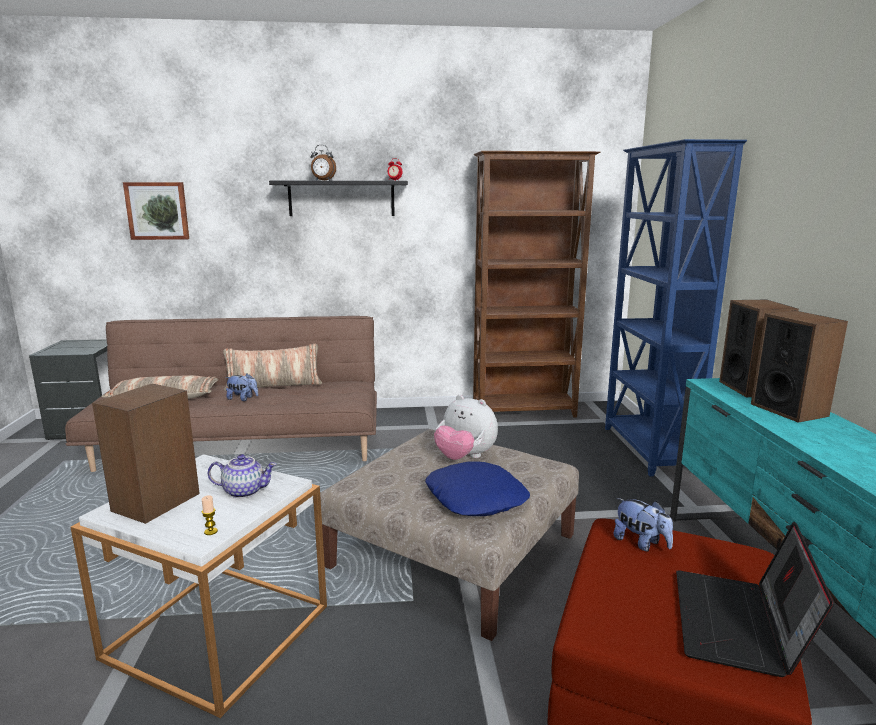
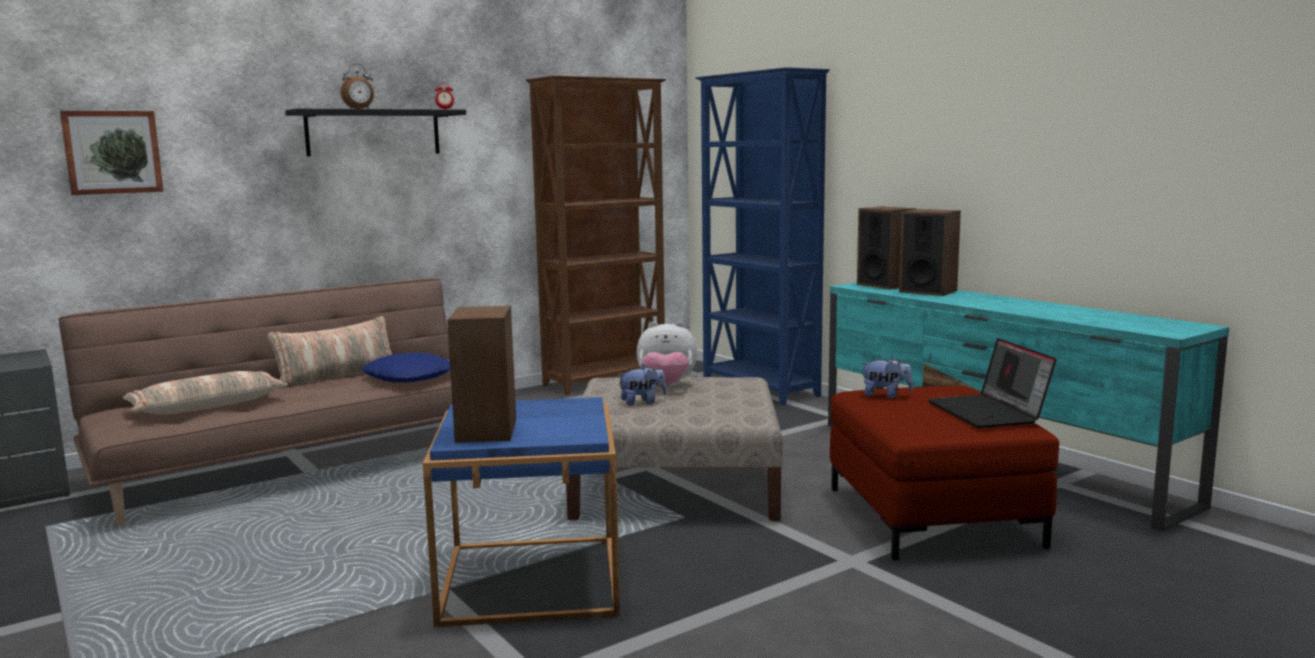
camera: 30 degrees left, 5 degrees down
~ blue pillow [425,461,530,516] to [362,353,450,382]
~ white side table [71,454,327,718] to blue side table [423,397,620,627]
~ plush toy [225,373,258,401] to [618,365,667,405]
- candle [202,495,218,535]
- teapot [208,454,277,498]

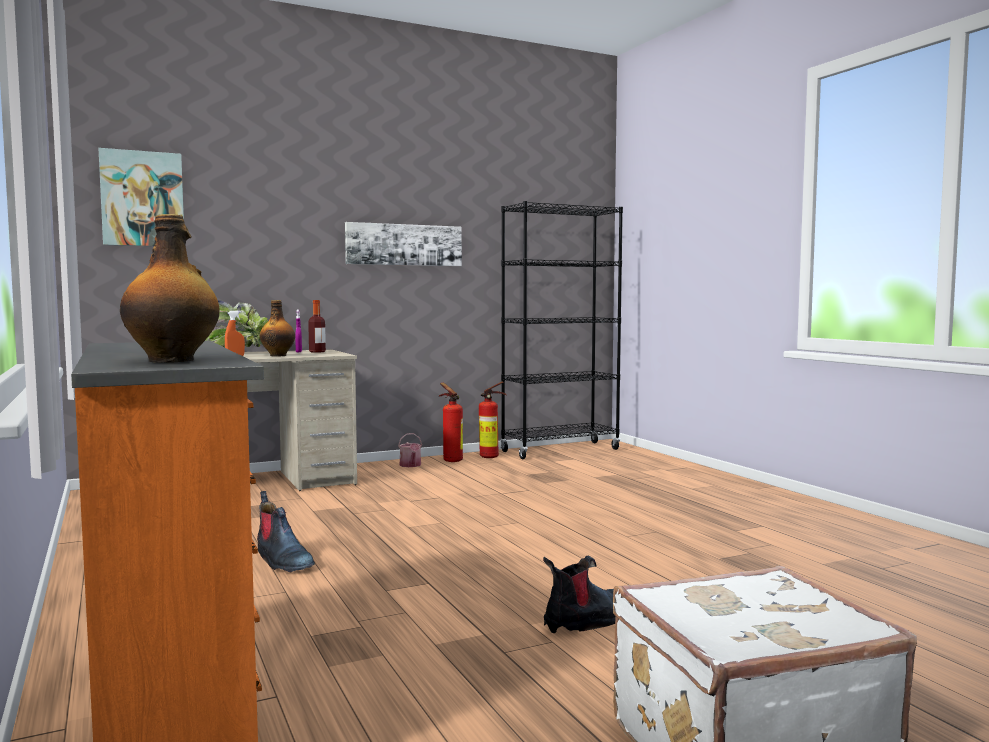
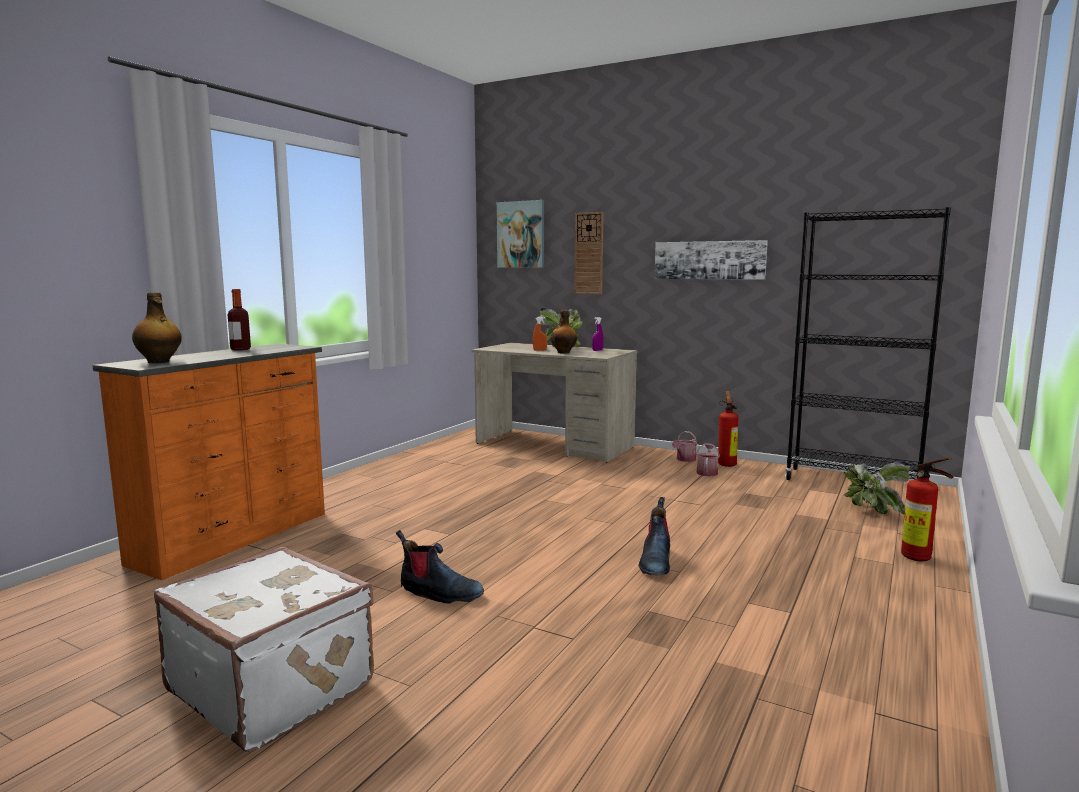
camera: 55 degrees right, 5 degrees up
~ bottle [308,300,326,353] to [228,289,251,350]
+ wall clock [574,212,604,294]
~ boot [257,491,315,572] to [638,497,670,575]
+ watering can [696,443,720,476]
+ potted plant [844,461,910,514]
~ fire extinguisher [479,381,506,458] to [901,457,954,561]

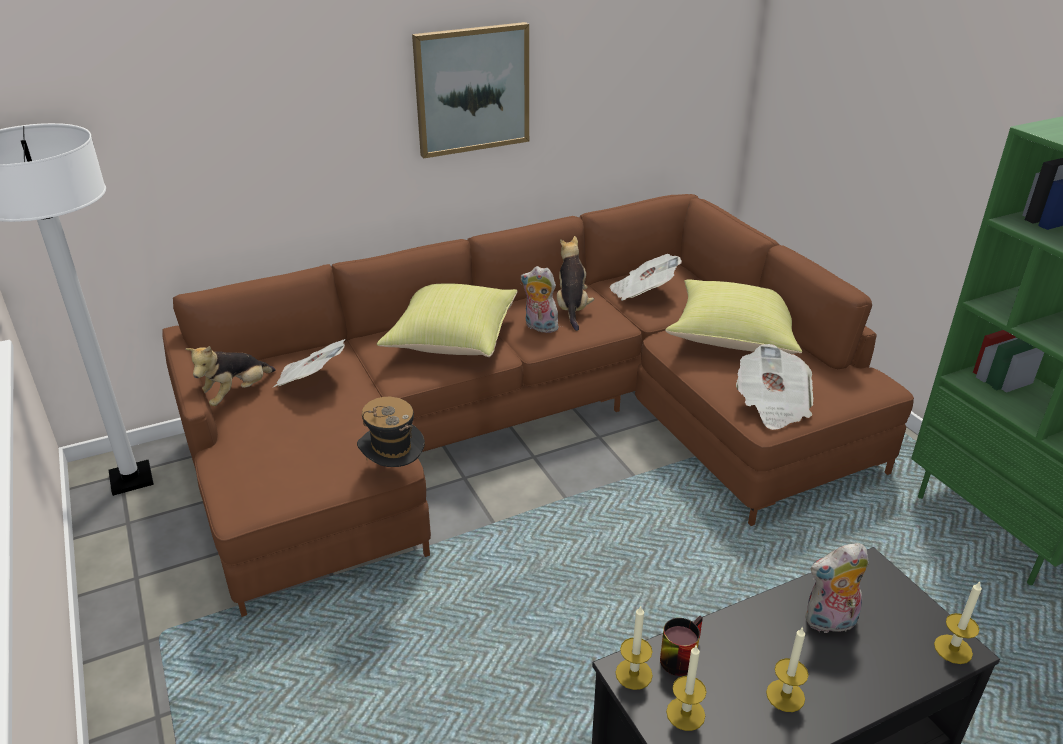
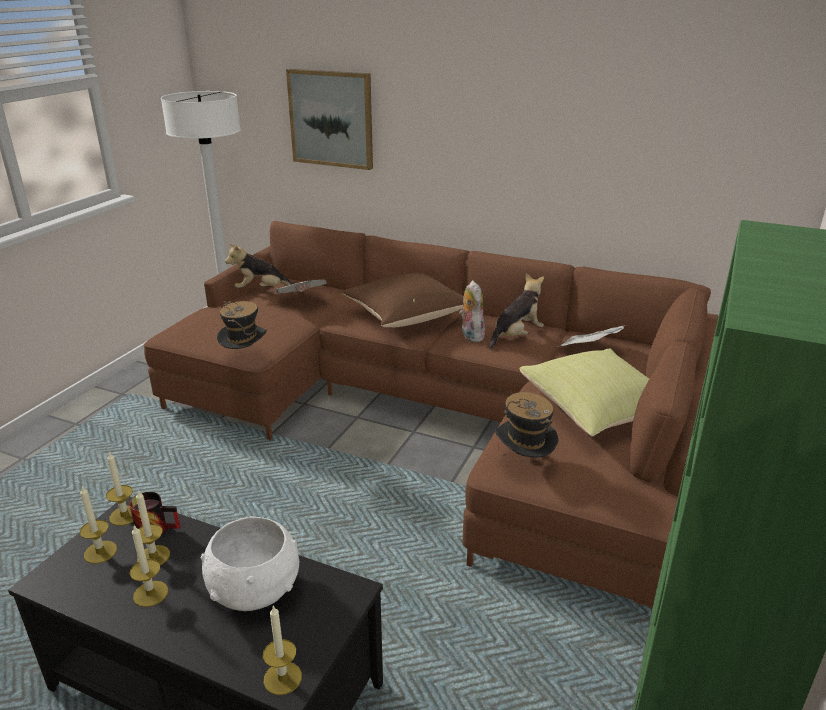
camera: 50 degrees right, 5 degrees down
+ candle [136,490,170,565]
~ plush toy [805,543,869,633] to white bowl [201,516,299,611]
~ picture [412,22,529,158] to [286,69,373,170]
~ yellow pillow [377,283,518,357] to brown pillow [341,273,464,327]
~ newspaper [736,344,813,430] to hat [495,392,558,458]

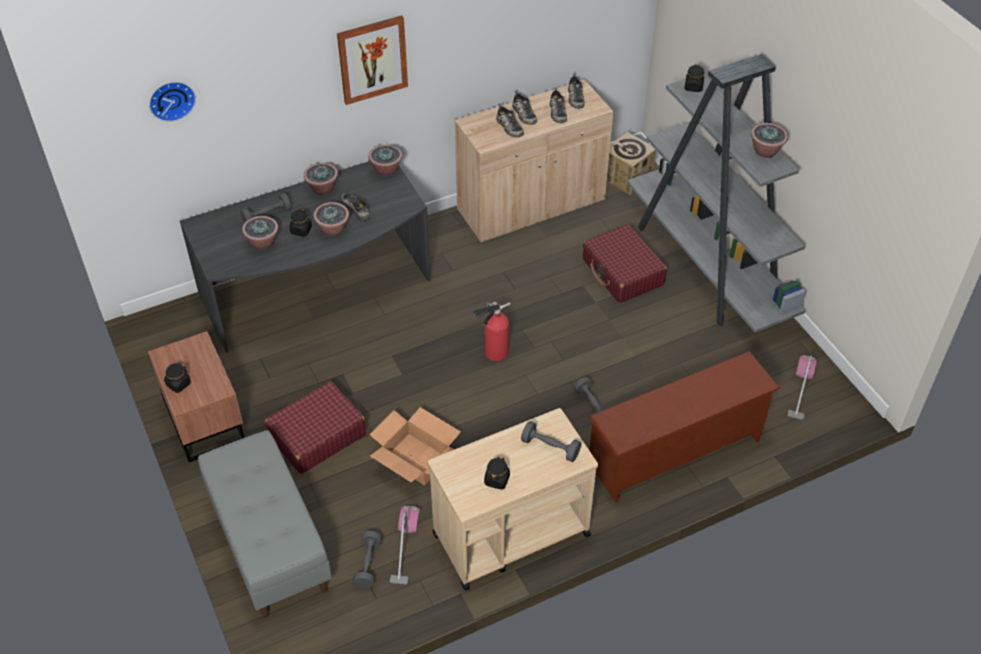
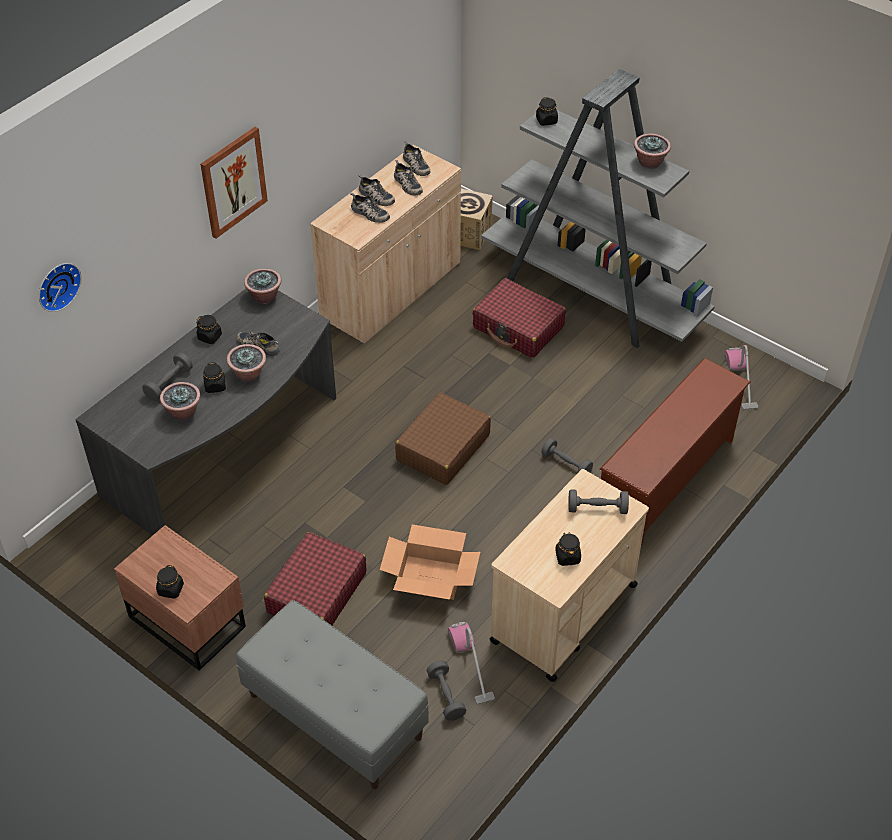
camera: 25 degrees left, 0 degrees up
~ potted plant [304,163,338,196] to black jar [196,315,222,344]
~ fire extinguisher [473,302,510,361] to brown suitcase [395,393,491,485]

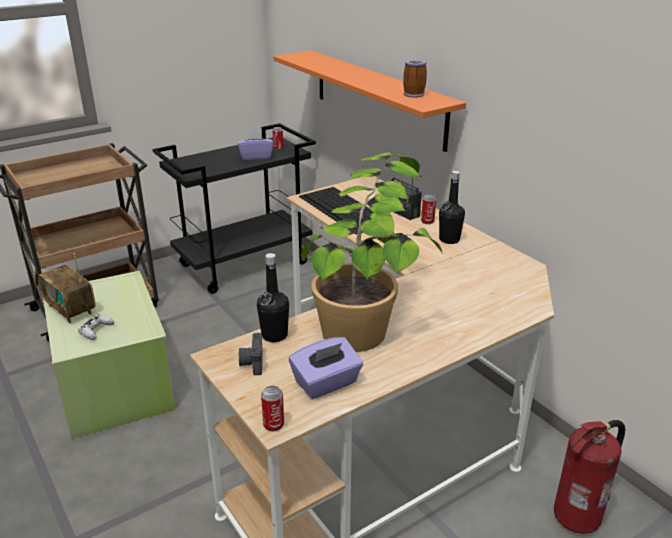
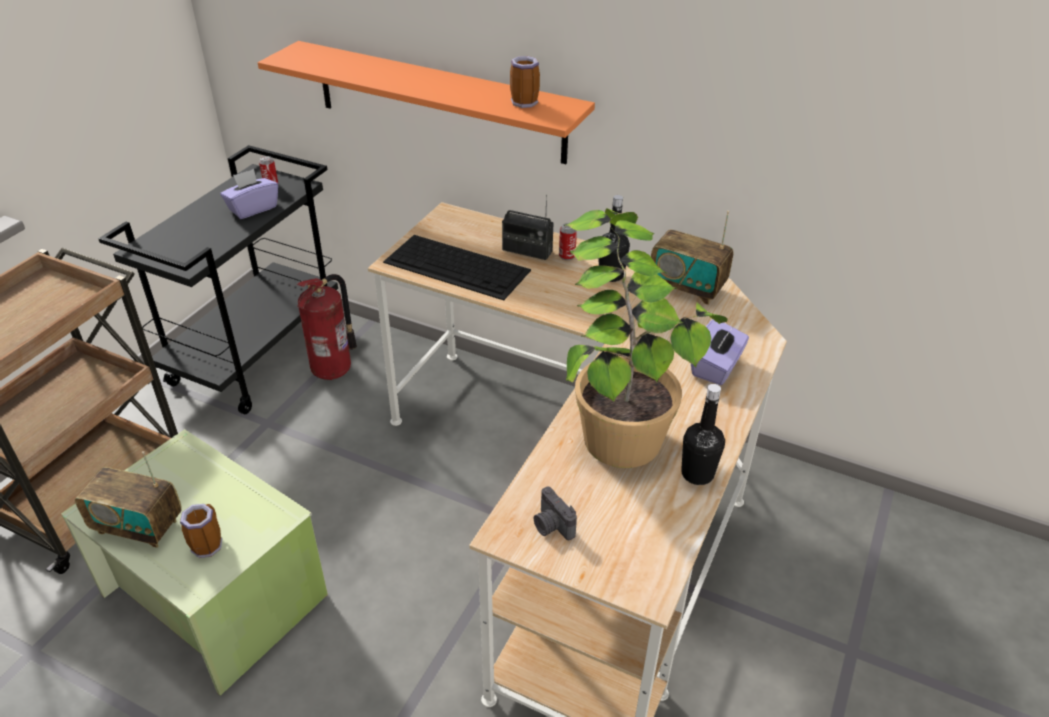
camera: 30 degrees left, 10 degrees up
~ white game controller [78,314,114,340] to mug [180,504,222,558]
~ fire extinguisher [554,420,625,534] to [297,274,357,380]
+ radio [651,211,733,305]
~ black bottle [257,253,289,342] to [681,384,725,485]
~ purple tissue box [289,337,363,399] to [691,319,749,385]
- can [261,386,284,432]

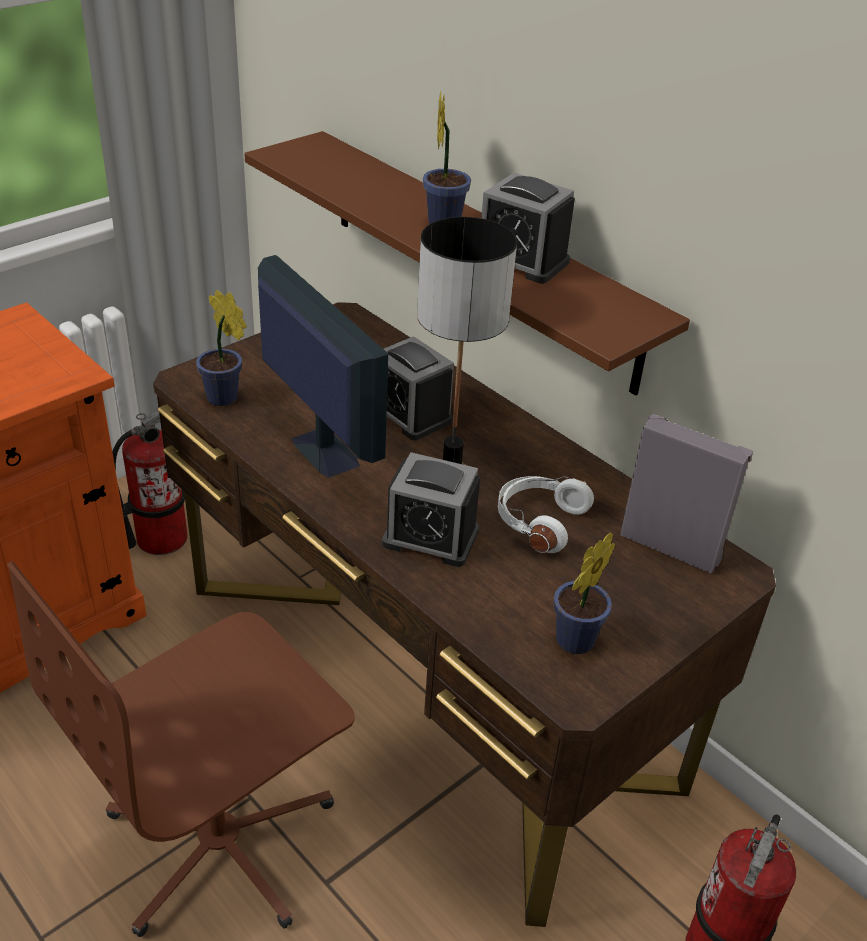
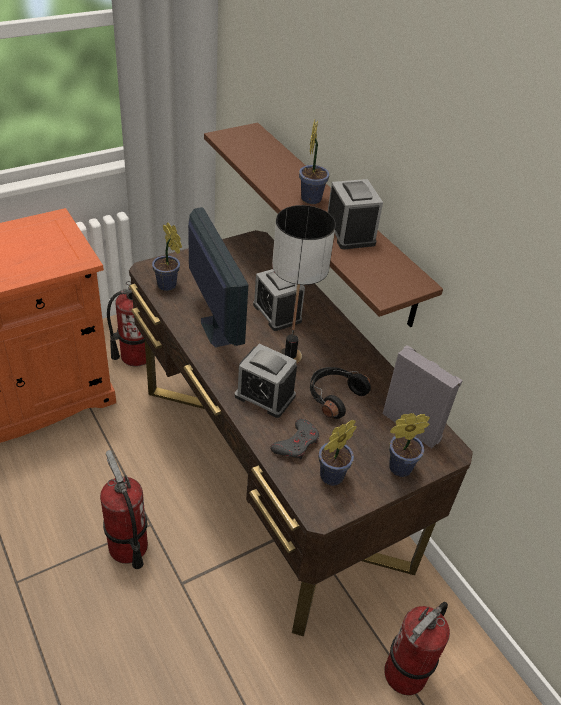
camera: 10 degrees right, 5 degrees up
~ brown office chair [7,561,355,937] to fire extinguisher [100,450,148,569]
+ grey game controller [270,419,319,459]
~ white headphones [498,476,594,553] to black headphones [310,367,371,419]
~ alarm clock [481,173,575,284] = [328,179,383,249] 150 degrees counterclockwise
+ potted plant [389,413,430,477]

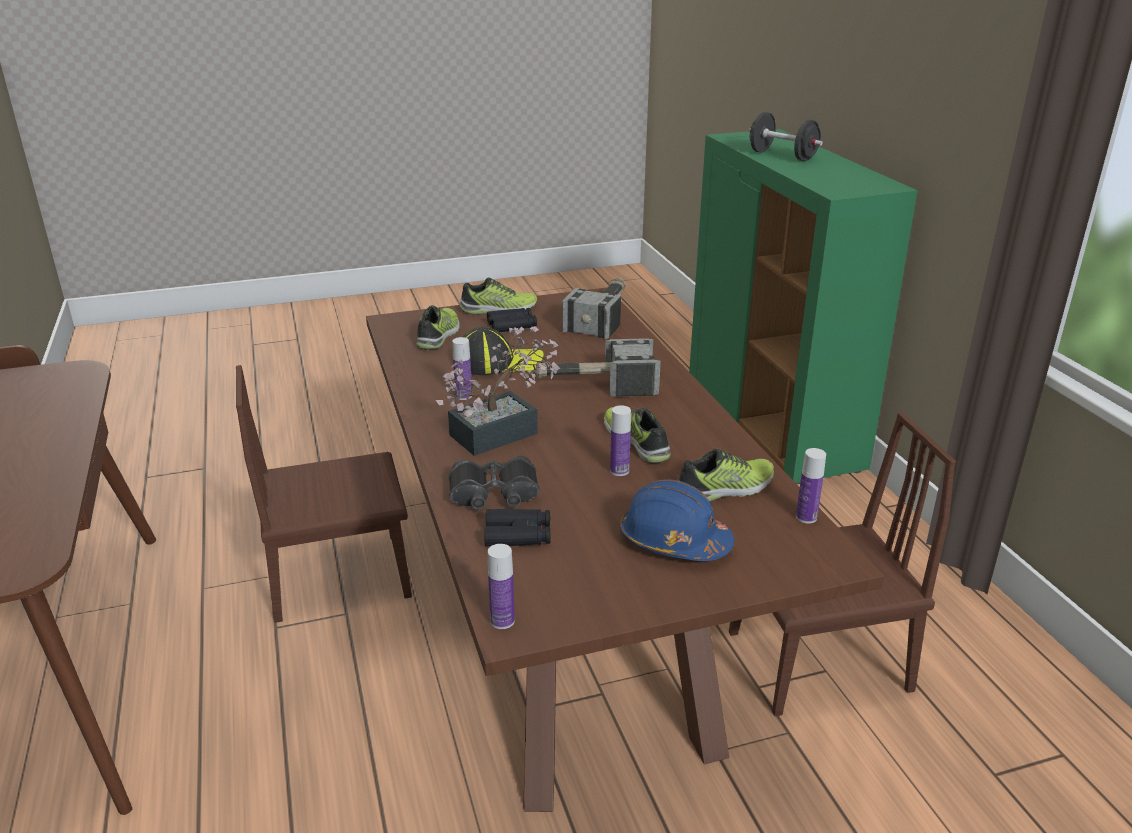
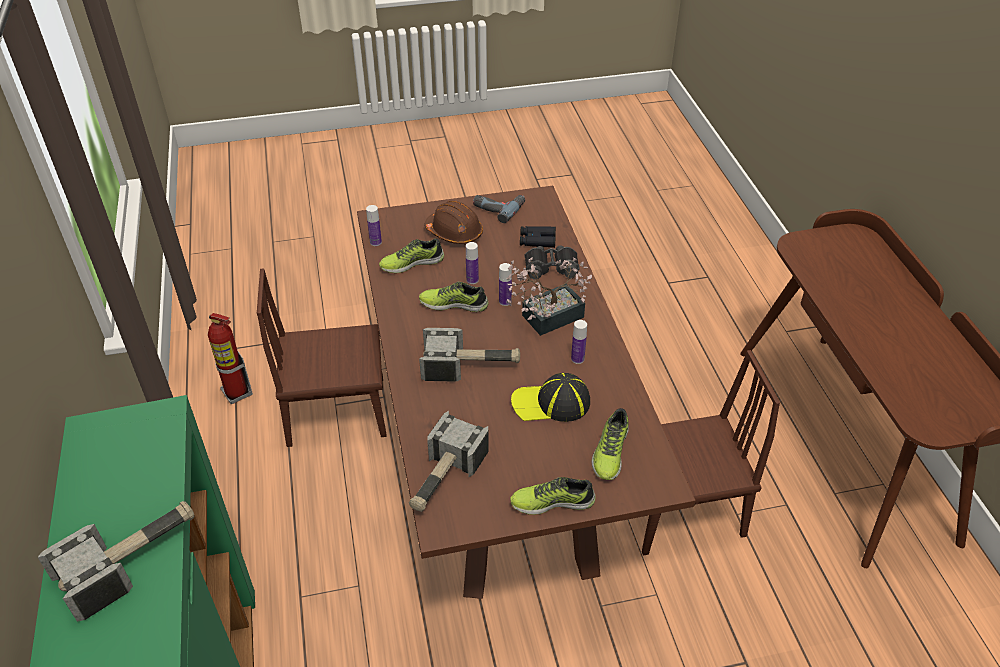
camera: 175 degrees left, 15 degrees up
~ black dumbbell [749,112,823,161] to hammer [37,501,194,622]
+ fire extinguisher [208,313,253,404]
~ shoe [604,407,671,464] = [419,282,489,312] 120 degrees clockwise
~ blue hard hat [620,479,734,561] to brown hard hat [424,201,483,244]
+ power drill [473,195,525,223]
~ bottle [488,544,515,629] to [499,263,512,306]
- black binoculars [487,308,537,332]

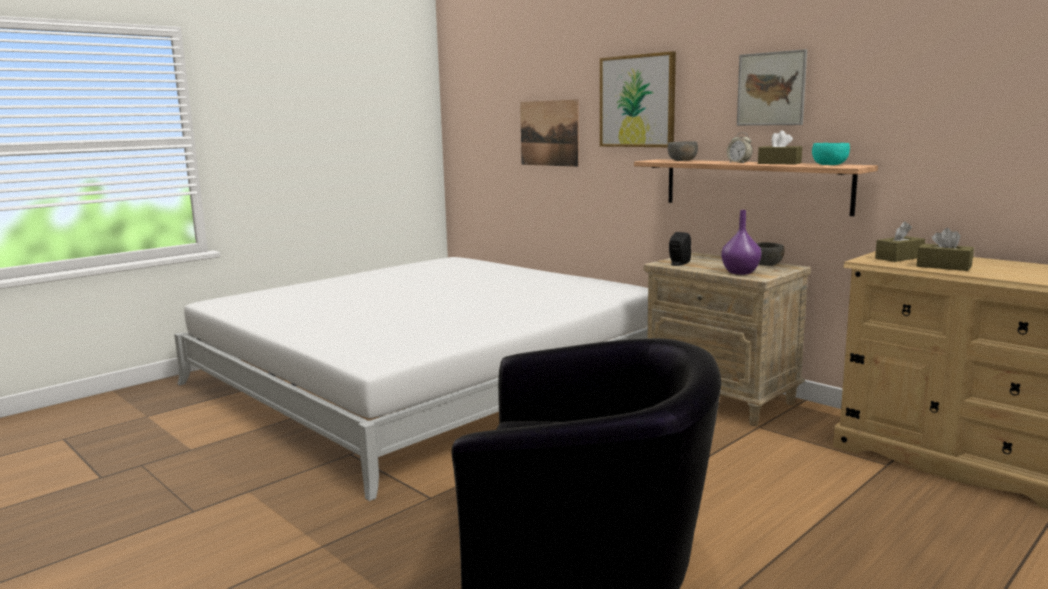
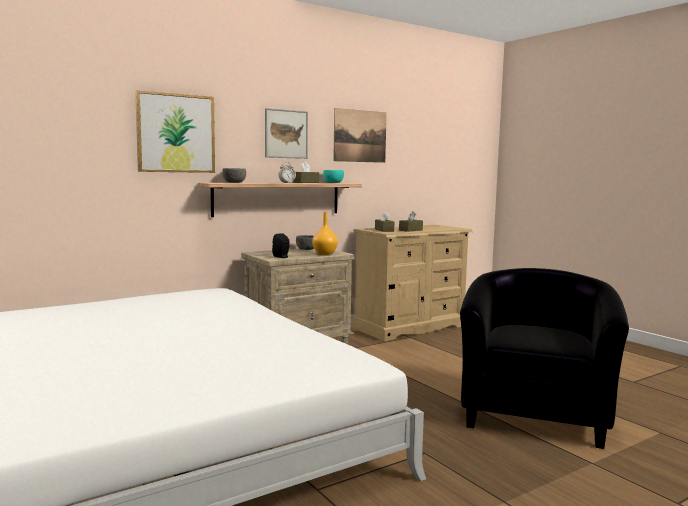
camera: 80 degrees left, 5 degrees down
~ purple vase [721,210,761,275] to orange vase [312,212,338,255]
~ picture [520,99,579,167] to [333,108,387,163]

